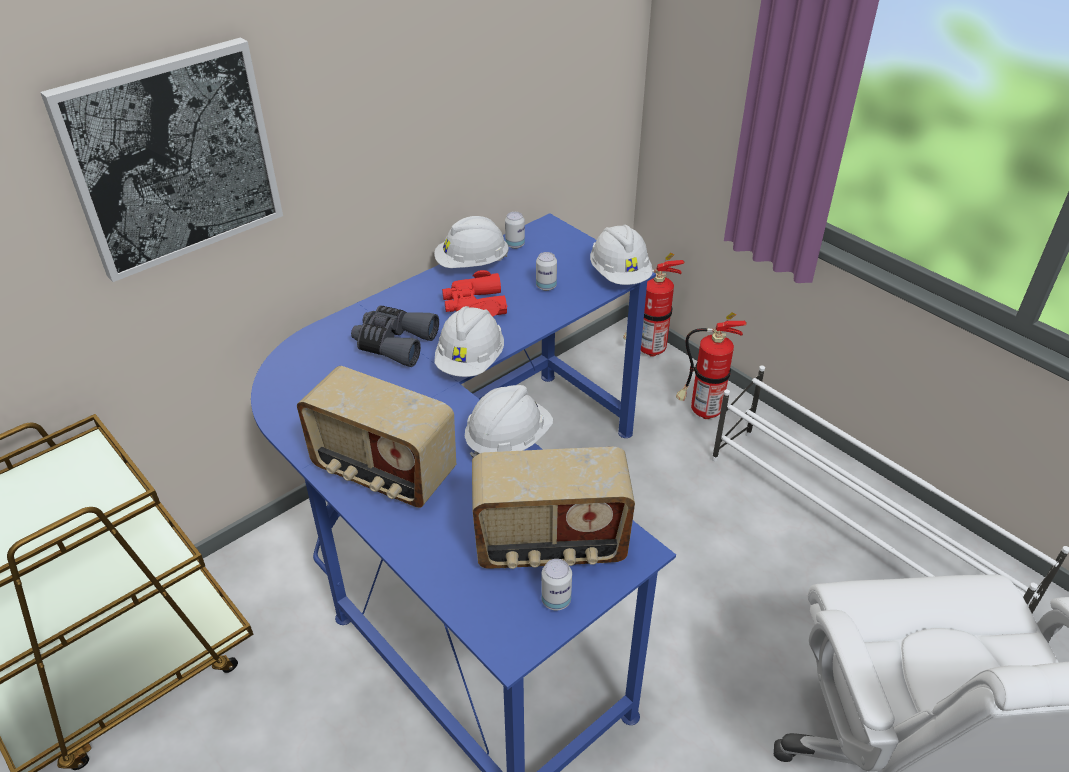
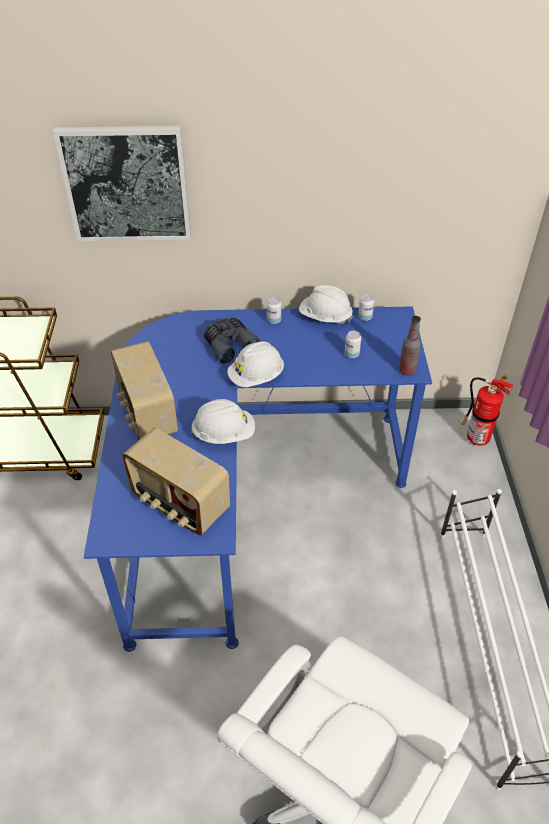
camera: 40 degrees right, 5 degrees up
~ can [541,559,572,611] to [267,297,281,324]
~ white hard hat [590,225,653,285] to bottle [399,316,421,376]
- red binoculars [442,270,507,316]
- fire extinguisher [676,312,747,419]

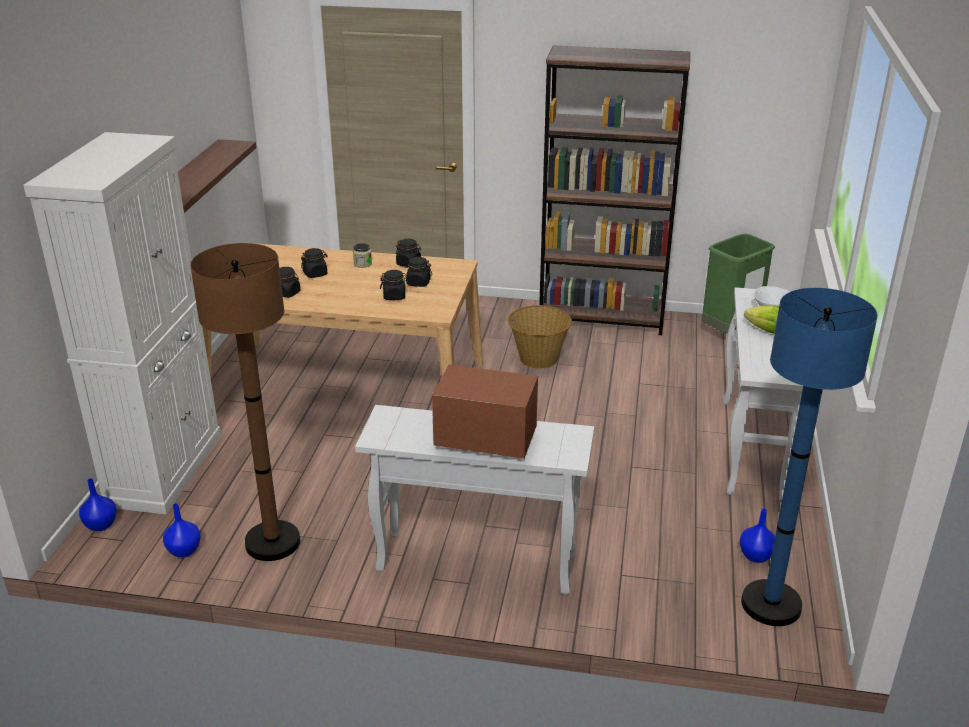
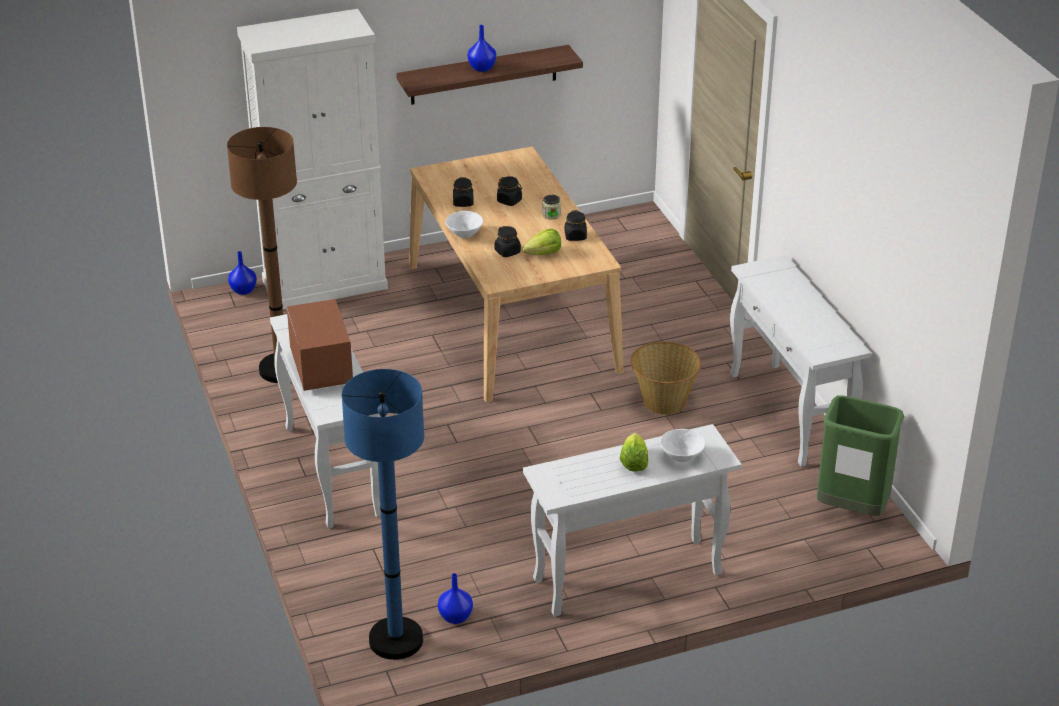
camera: 60 degrees right, 5 degrees up
+ white bowl [446,211,483,238]
~ blue vase [163,503,201,558] to [468,25,496,72]
~ black jar [404,257,432,287] to lettuce [522,229,561,255]
~ brown bookcase [539,45,690,335] to white console table [730,255,871,467]

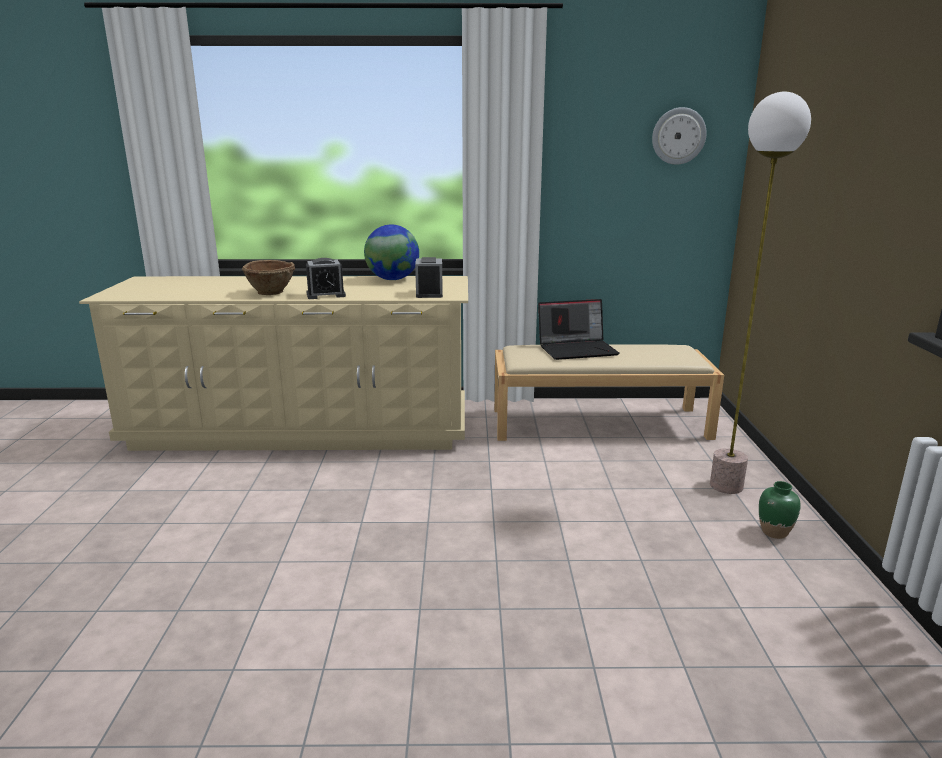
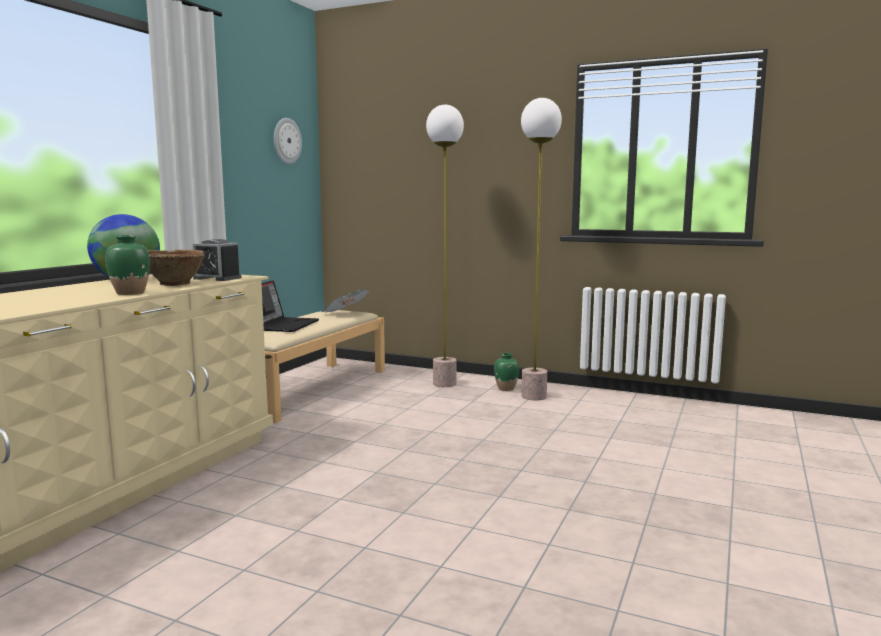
camera: 65 degrees left, 10 degrees down
~ alarm clock [306,258,346,299] to green vase [105,235,150,295]
~ brown bowl [242,260,295,295] to [148,249,205,286]
+ newspaper [322,289,369,312]
+ floor lamp [521,98,562,400]

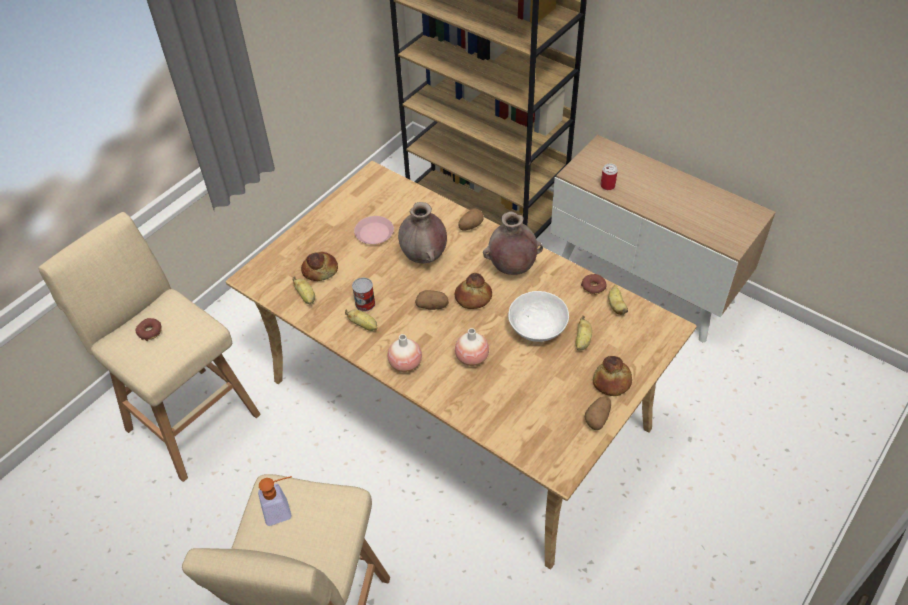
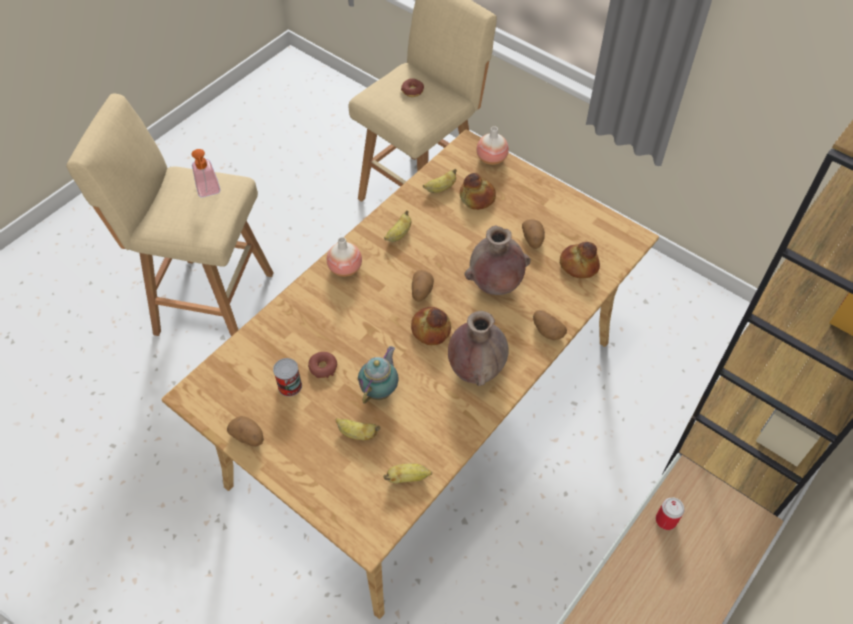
camera: 90 degrees right, 5 degrees up
~ can [352,278,375,311] to [273,358,302,397]
~ donut [581,274,607,295] to [308,352,337,378]
~ white bowl [508,291,569,342] to teapot [358,346,399,404]
~ vase [455,328,489,366] to [477,126,509,165]
~ pink plate [354,216,394,244] to potato [522,219,545,249]
~ bread [593,356,632,396] to [560,242,600,278]

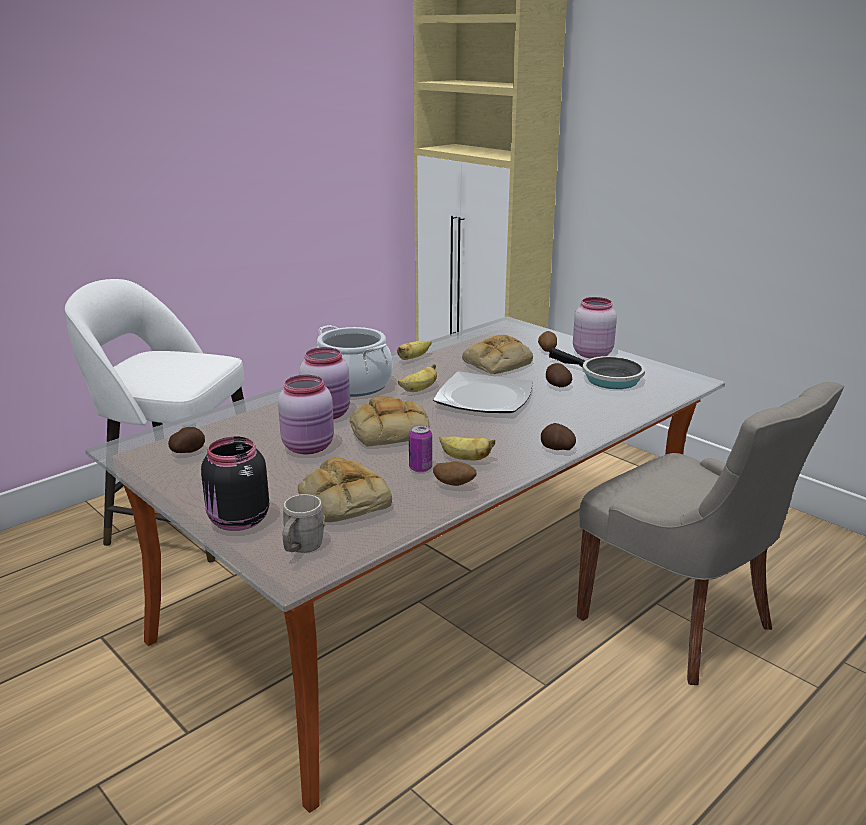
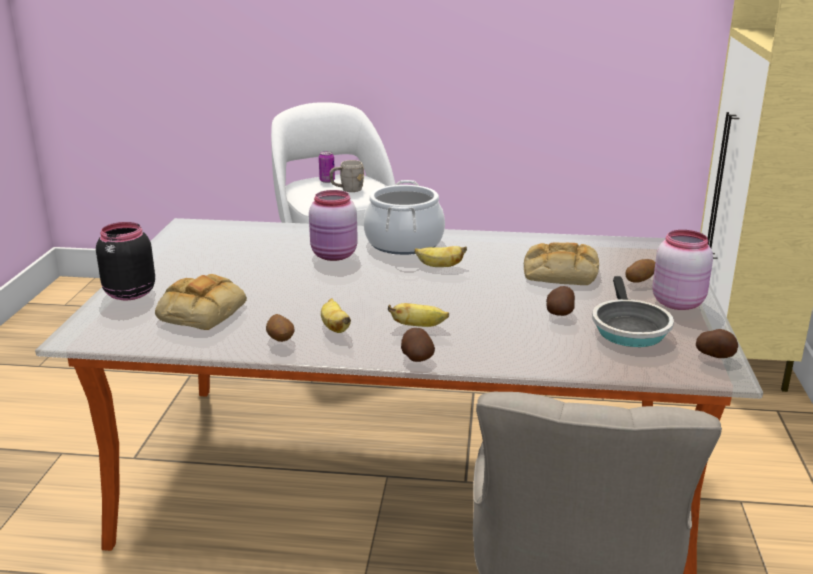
camera: 50 degrees right, 0 degrees up
~ can [409,425,432,472] to [319,151,335,183]
~ grey mug [282,494,325,553] to [329,160,364,192]
~ banana [397,341,431,360] to [388,303,449,327]
~ potato [168,427,205,453] to [696,329,738,358]
- pink jar [278,375,334,454]
- bread [350,396,430,447]
- plate [433,371,533,413]

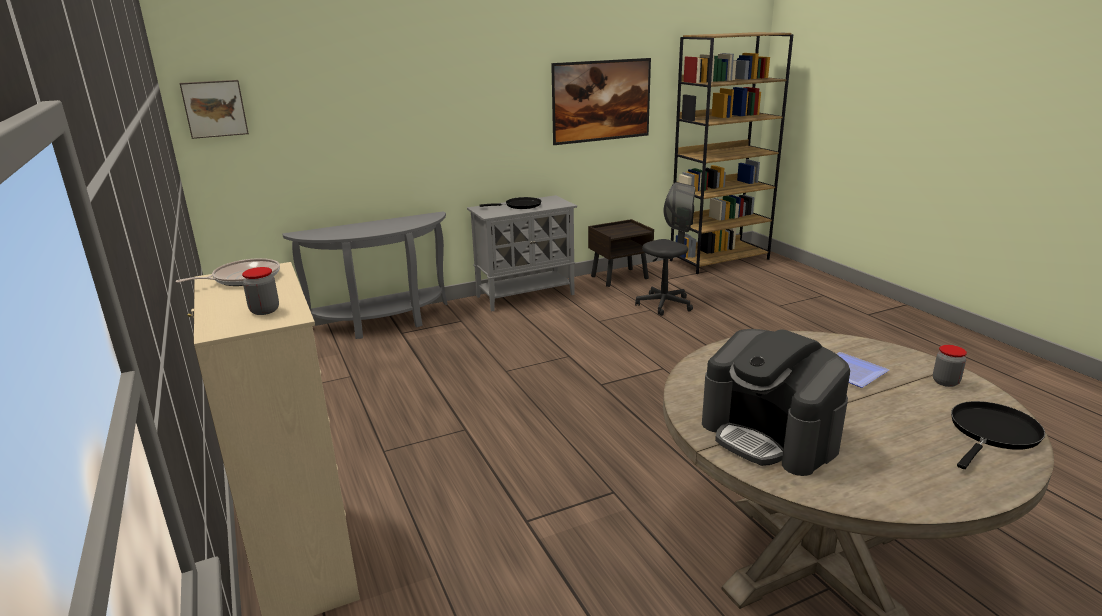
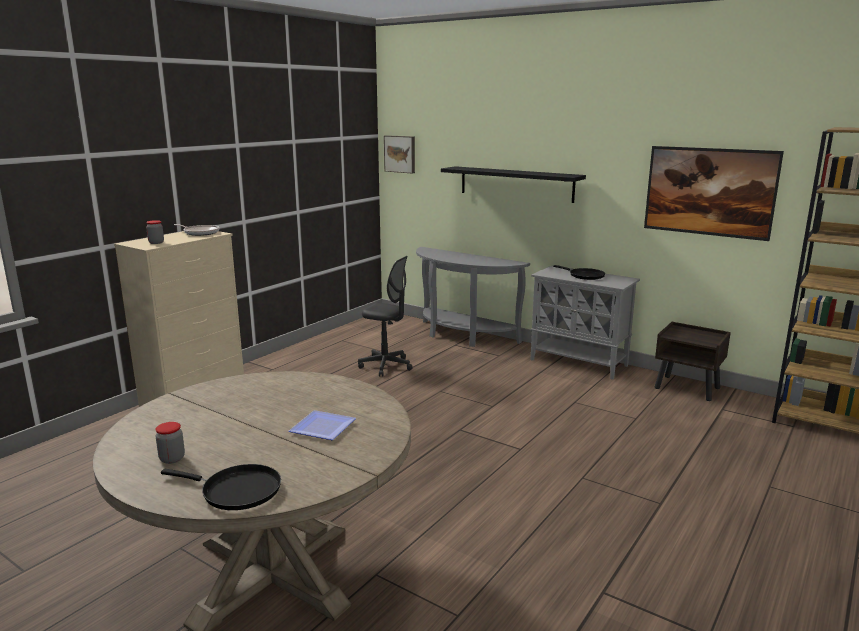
camera: 60 degrees right, 5 degrees down
~ jar [933,345,967,387] to [156,422,185,464]
~ grey office chair [635,182,695,316] to [358,256,413,377]
+ black shelf [441,166,586,203]
- coffee machine [702,329,850,476]

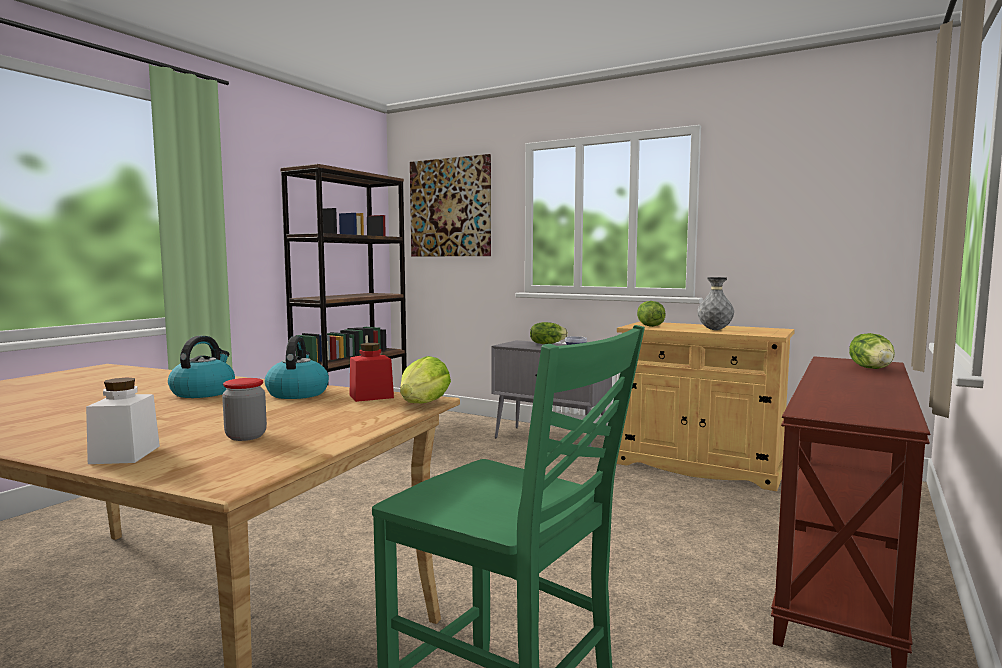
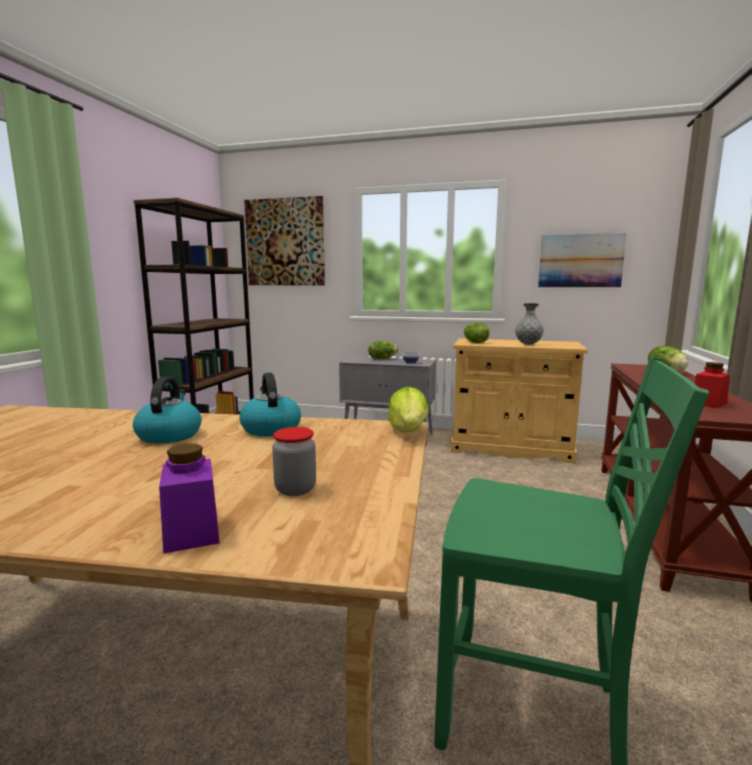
camera: 15 degrees left, 5 degrees up
~ white jar [86,378,160,464] to purple jar [159,444,220,554]
+ picture [538,233,627,287]
~ red jar [350,343,394,402] to [695,362,730,408]

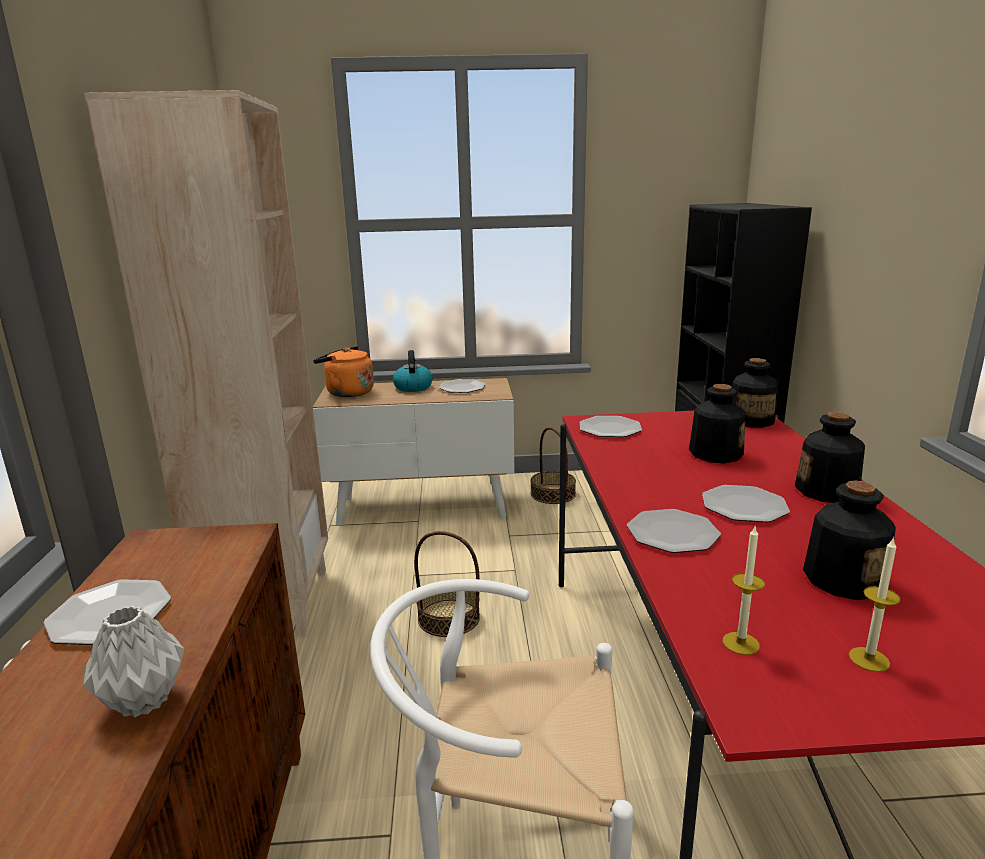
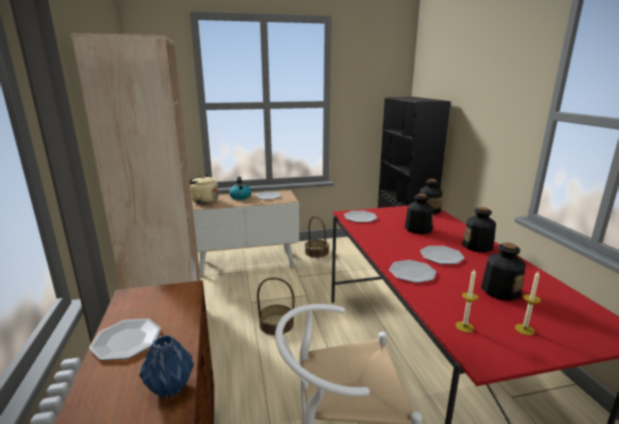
camera: 10 degrees left, 0 degrees up
~ grey vase [83,605,184,718] to blue vase [139,335,194,398]
~ orange kettle [313,346,374,397] to beige kettle [190,175,219,204]

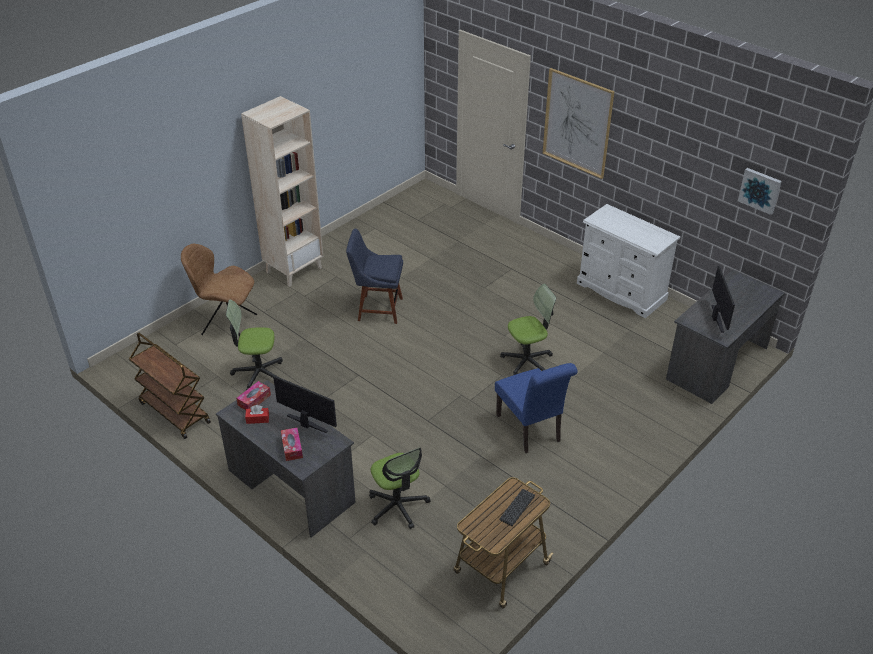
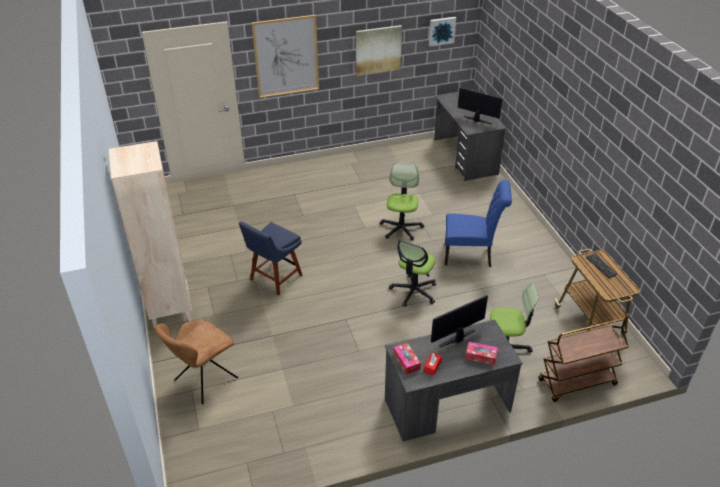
camera: 60 degrees left, 0 degrees up
+ picture [356,25,402,76]
~ office chair [226,300,283,390] to [389,240,436,307]
~ brown cart [129,333,211,439] to [538,318,629,402]
- white dresser [577,204,681,318]

